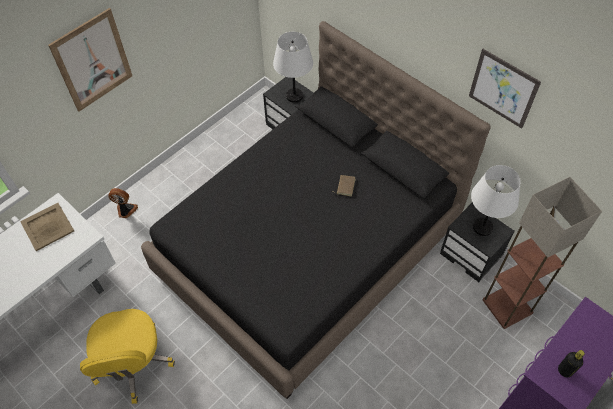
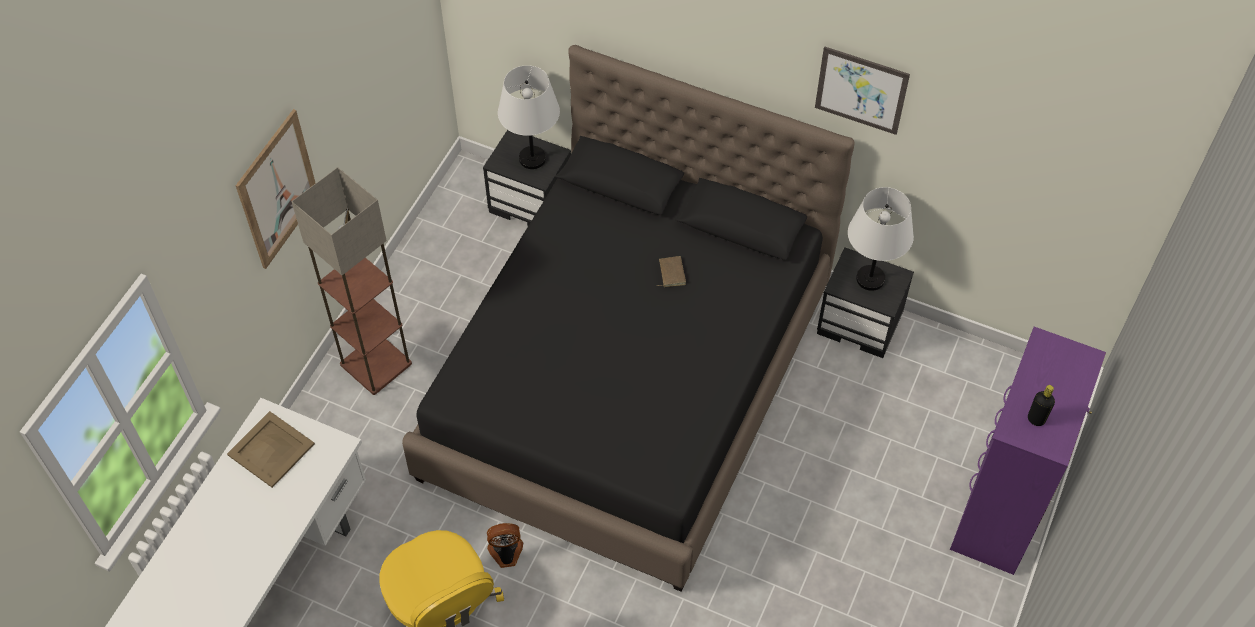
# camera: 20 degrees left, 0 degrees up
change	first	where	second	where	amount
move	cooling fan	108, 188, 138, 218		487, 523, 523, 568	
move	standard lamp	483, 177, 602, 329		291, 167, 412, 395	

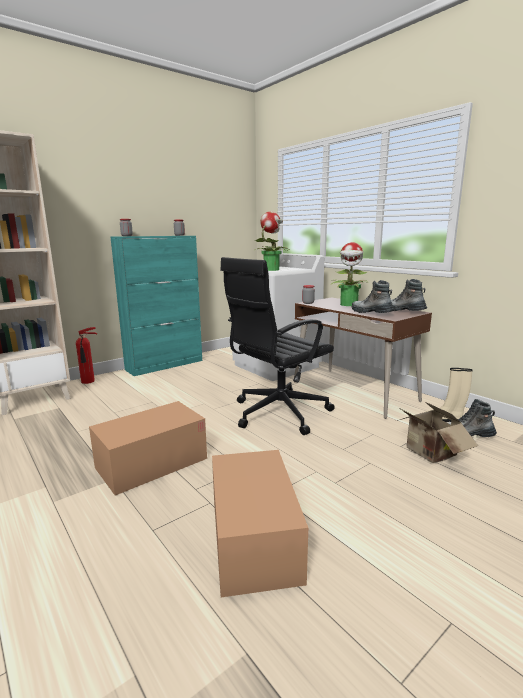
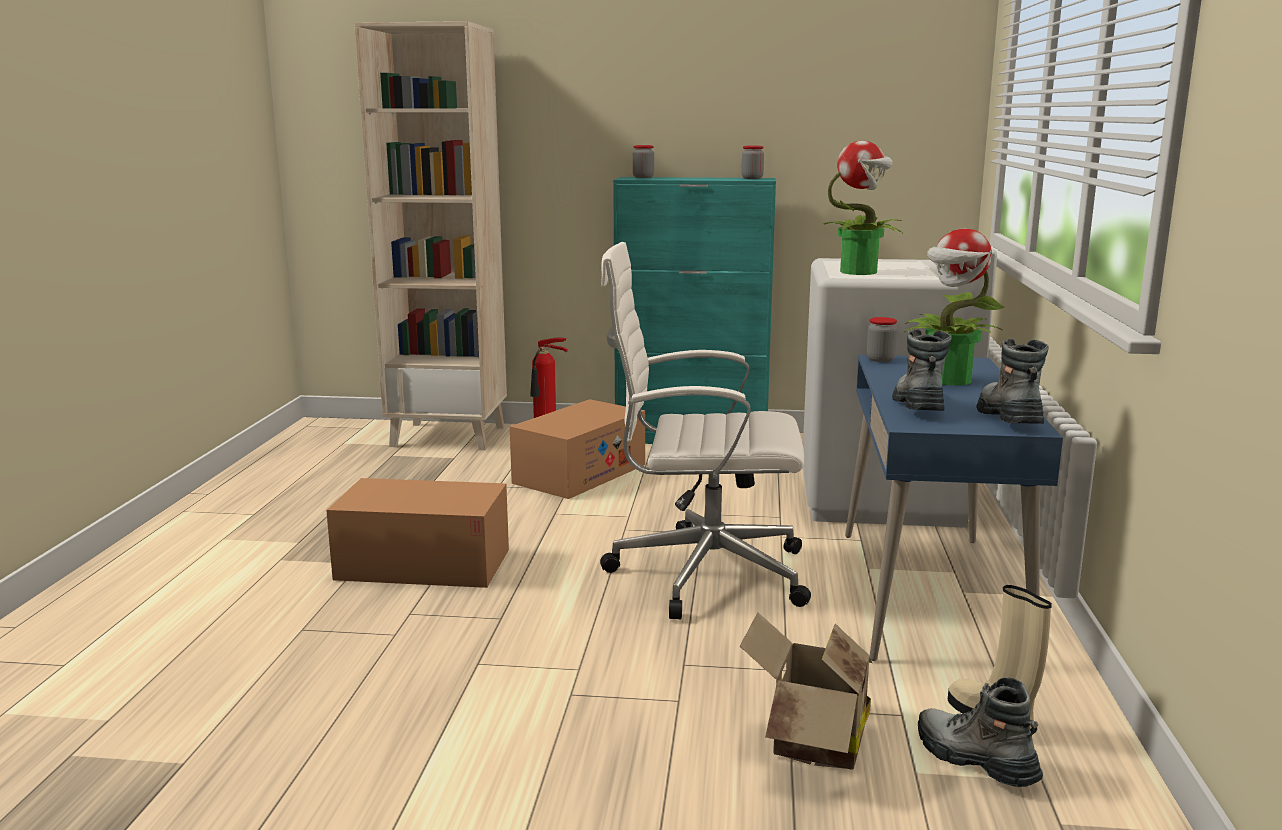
# camera: 45 degrees right, 0 degrees up
change	first	where	second	where	amount
move	cardboard box	212, 450, 308, 597		510, 399, 645, 499	
recolor	office chair in black	220, 257, 335, 435	office chair in whitish	600, 242, 811, 619	
recolor	desk unit in brown	294, 298, 432, 419	desk unit in blue	845, 355, 1063, 661	

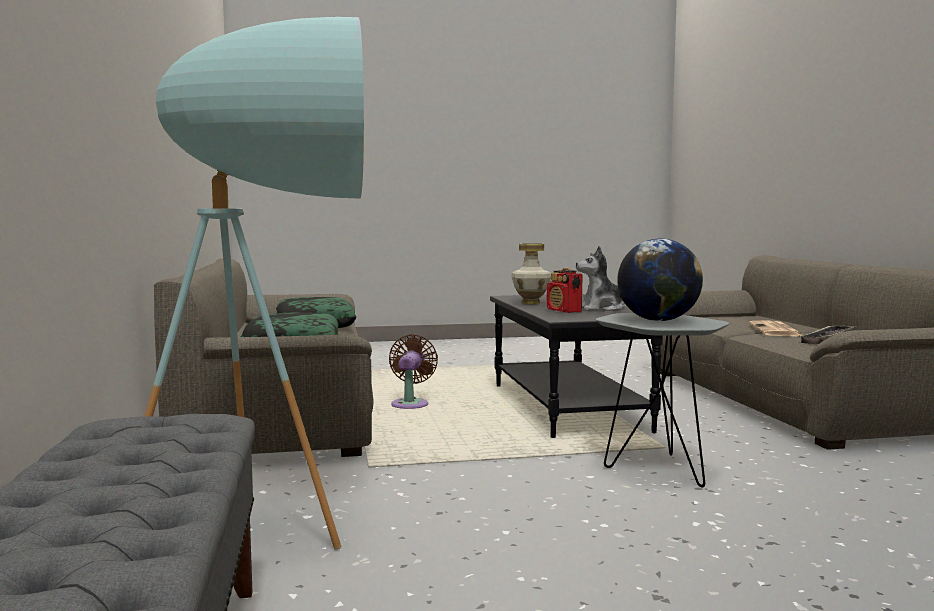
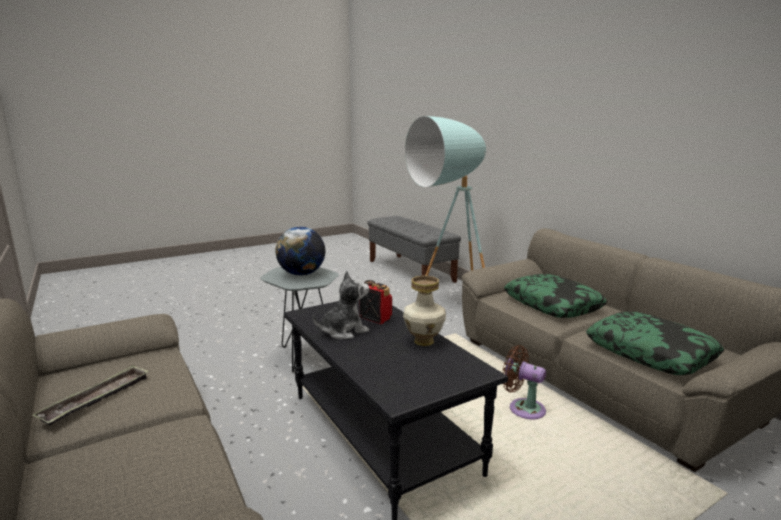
# camera: 160 degrees right, 10 degrees up
change	first	where	second	where	amount
delete	printed paper	749, 321, 802, 337			
rotate	cooling fan in brown	389, 334, 438, 409		503, 345, 546, 419	135 degrees clockwise

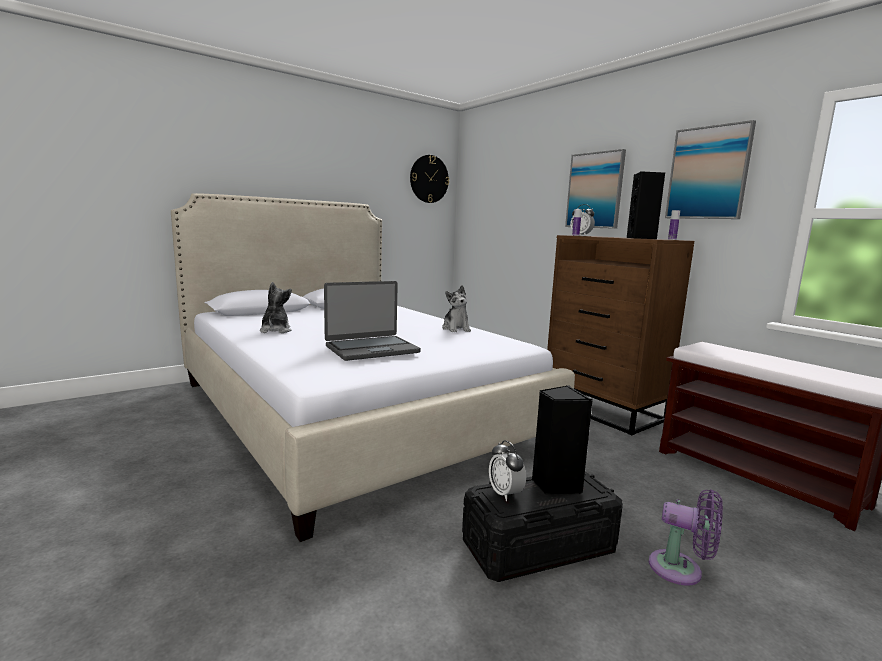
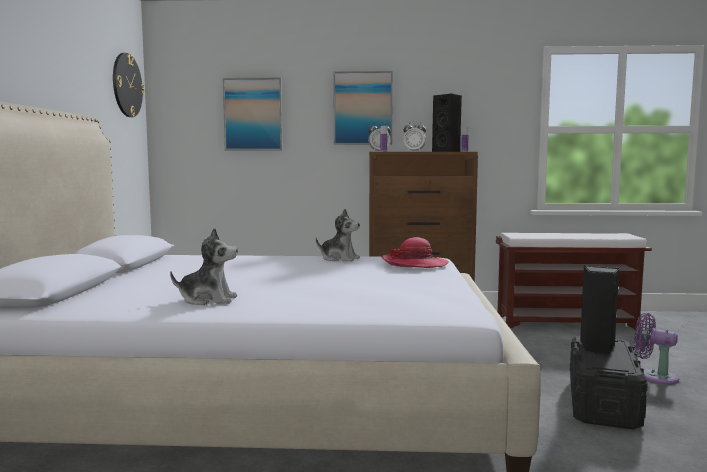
# camera: 50 degrees left, 5 degrees down
change	first	where	second	where	amount
delete	notebook computer	324, 281, 421, 361			
insert			clothing hat	382, 237, 449, 268	
move	table clock	489, 440, 526, 501		403, 121, 426, 152	
move	wall art	665, 120, 756, 219		223, 78, 283, 150	
rotate	soft toy	260, 282, 292, 333		170, 228, 238, 305	150 degrees clockwise
rotate	cooling fan in purplish	649, 490, 723, 586		634, 313, 679, 385	120 degrees counterclockwise

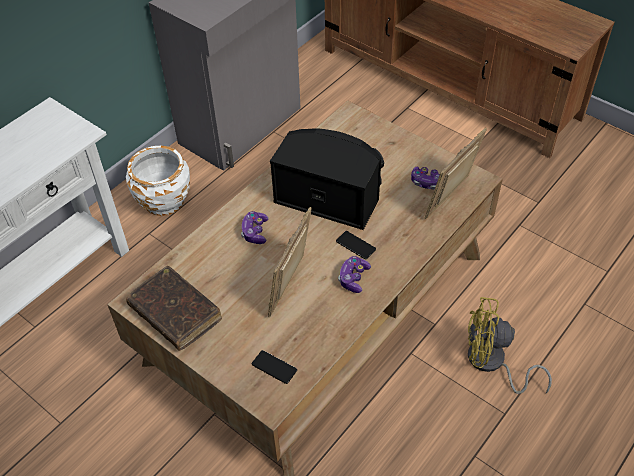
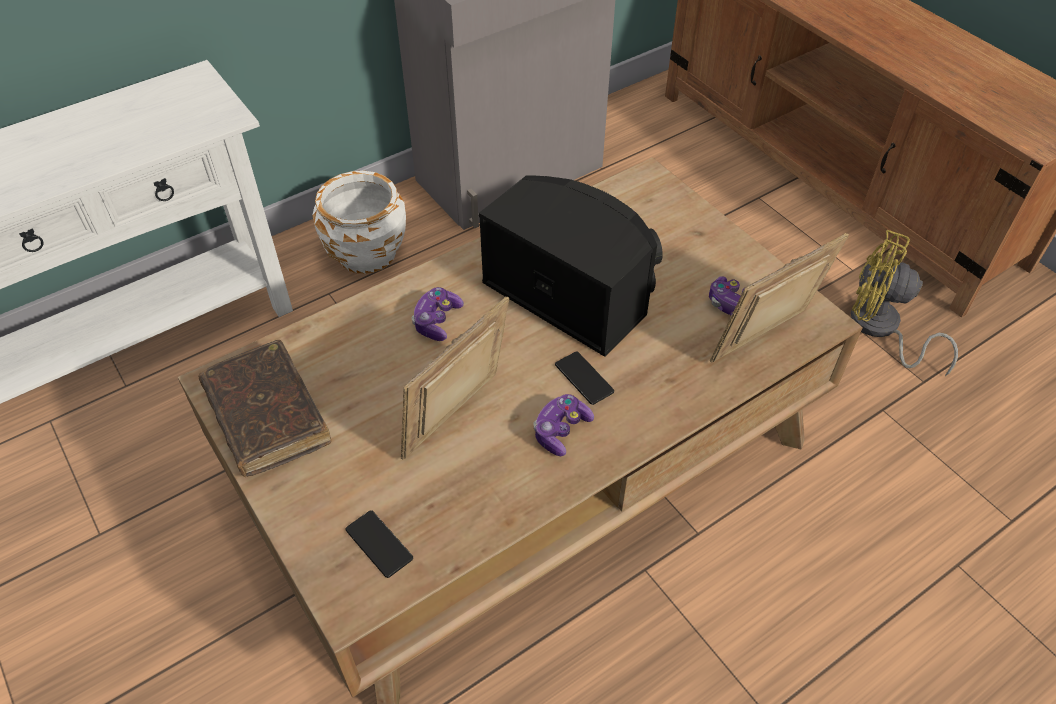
# camera: 15 degrees right, 0 degrees up
change	first	where	second	where	amount
move	cooling fan in yellow	468, 297, 552, 394		851, 230, 958, 376	

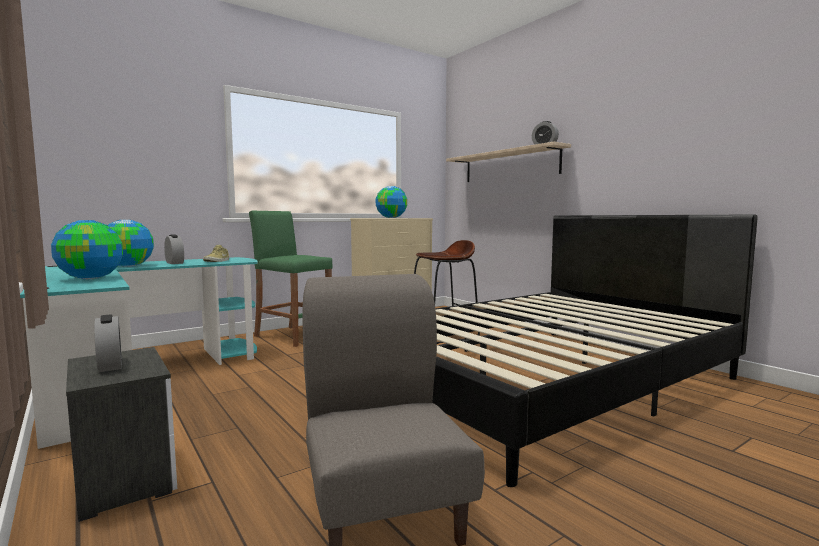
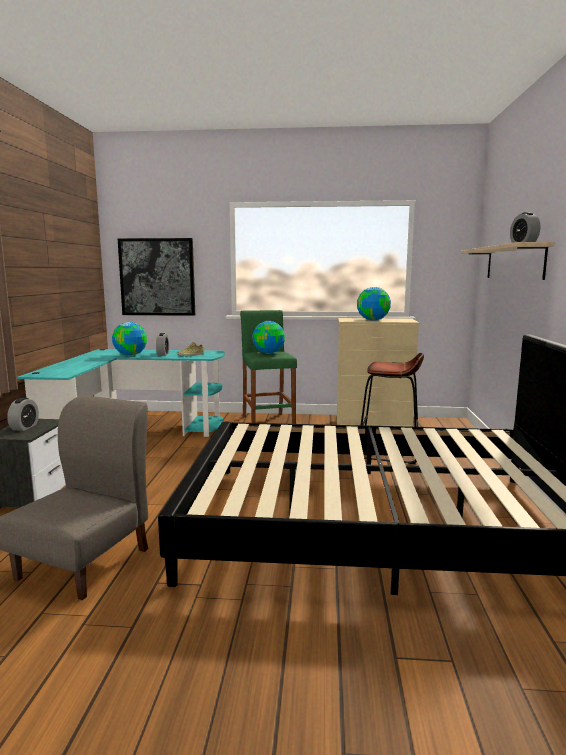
# camera: 40 degrees right, 5 degrees up
change	first	where	second	where	amount
insert			wall art	118, 238, 195, 316	
move	globe	51, 220, 123, 280		253, 321, 285, 354	

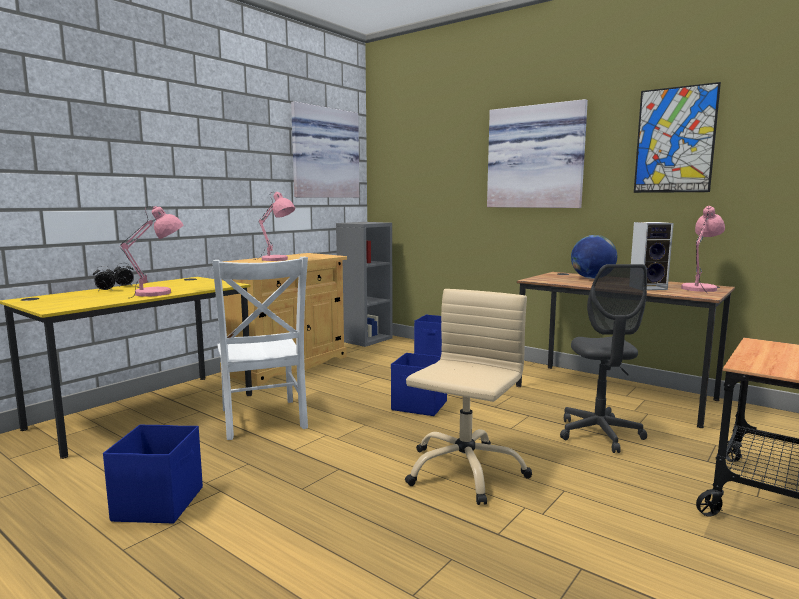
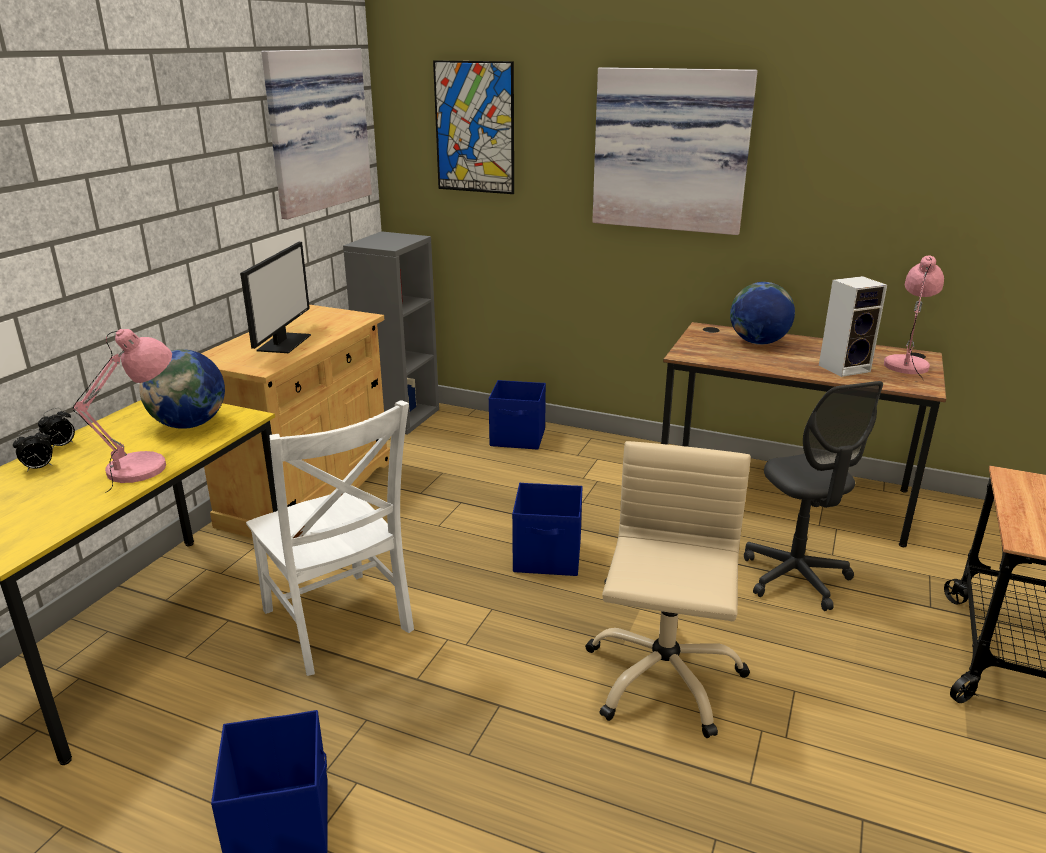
# camera: 15 degrees left, 15 degrees up
change	first	where	second	where	amount
insert			globe	139, 349, 225, 429	
move	wall art	634, 82, 721, 193		433, 60, 514, 194	
replace	table lamp in pink-coloured	253, 192, 295, 261	computer display	240, 242, 311, 353	

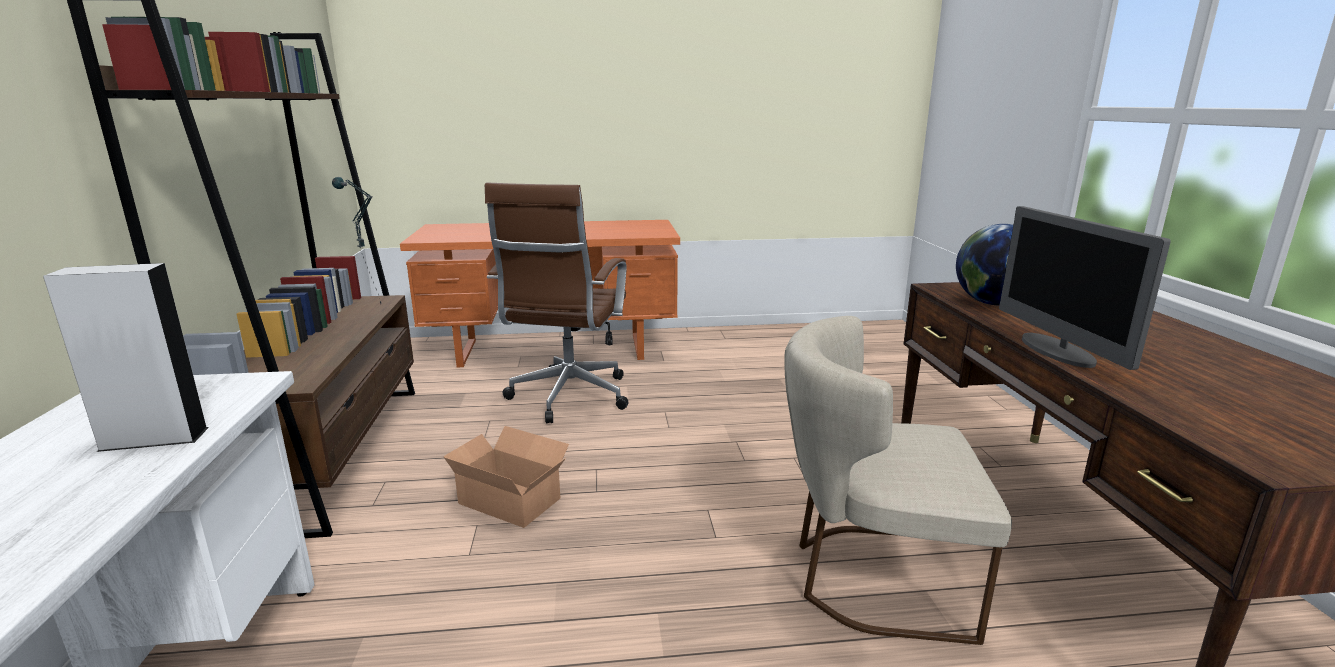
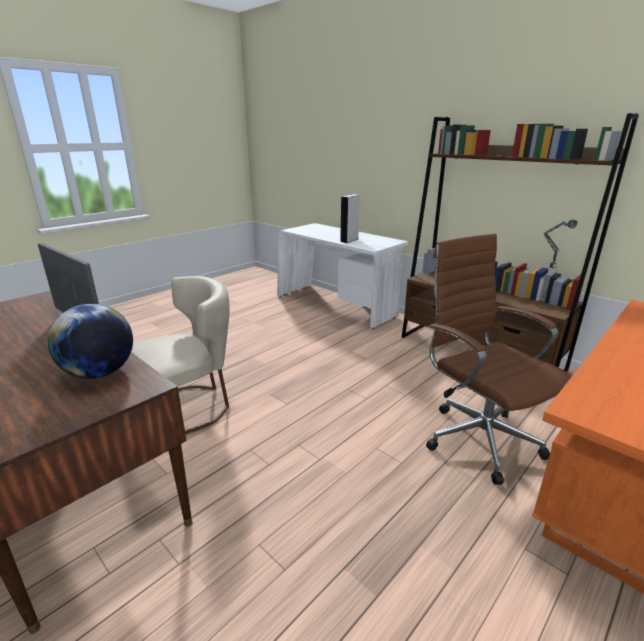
# camera: 140 degrees right, 5 degrees up
change	first	where	second	where	amount
delete	cardboard box	444, 426, 569, 528			

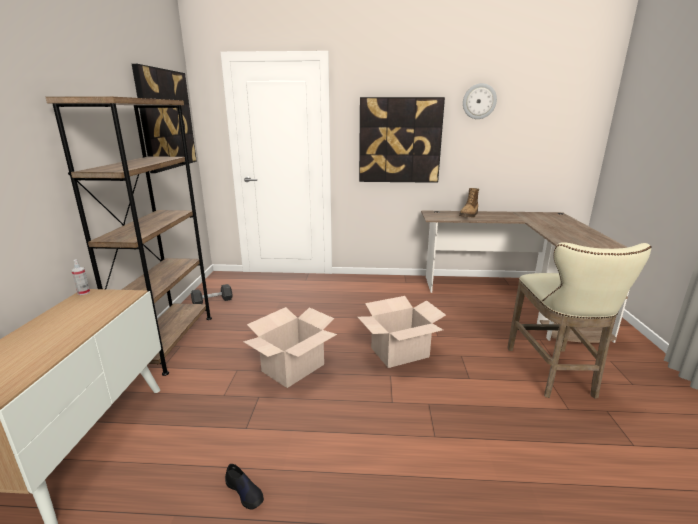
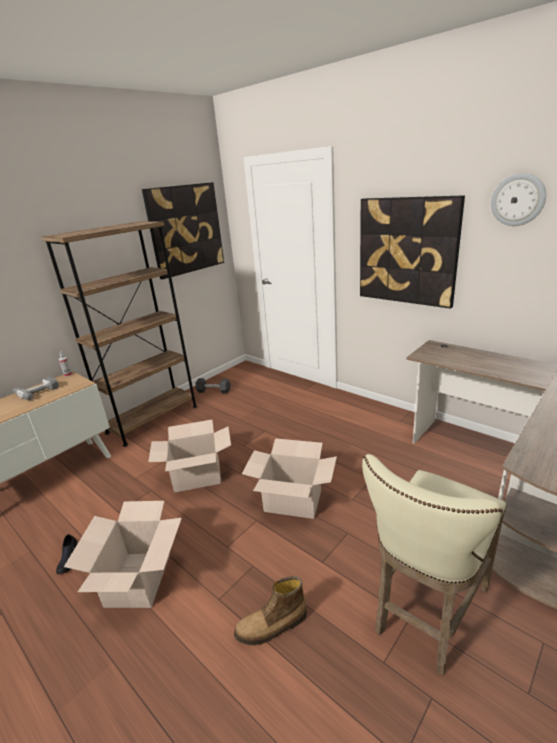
# camera: 40 degrees right, 5 degrees up
change	first	where	second	where	amount
insert			drill	13, 377, 59, 400	
insert			cardboard box	64, 501, 182, 608	
move	boot	459, 188, 479, 218		234, 576, 307, 645	

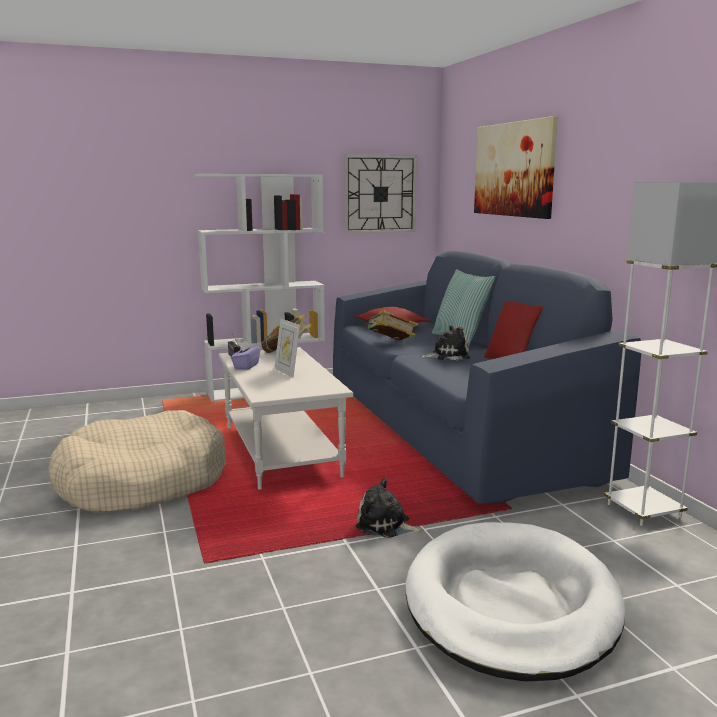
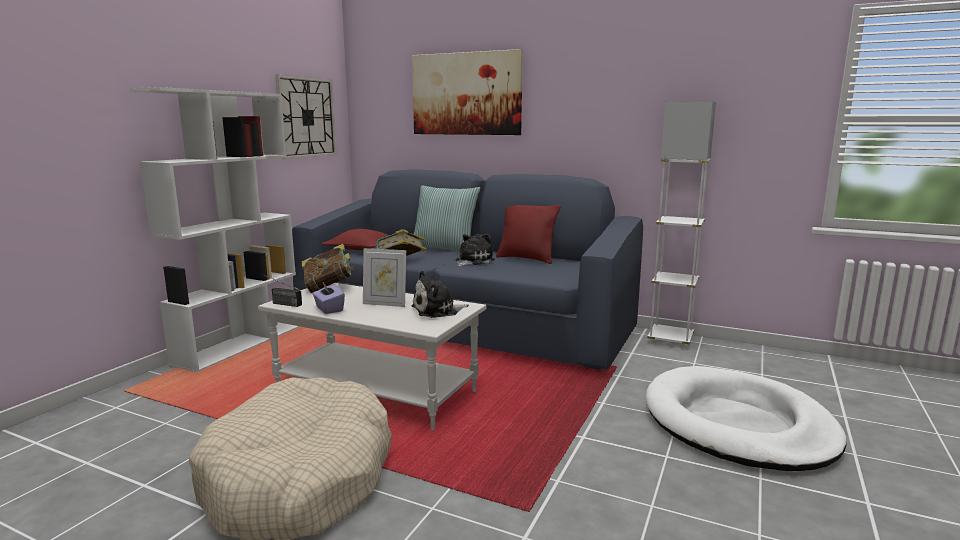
# camera: 45 degrees left, 0 degrees up
change	first	where	second	where	amount
move	soft toy	356, 478, 424, 538		411, 270, 469, 318	

